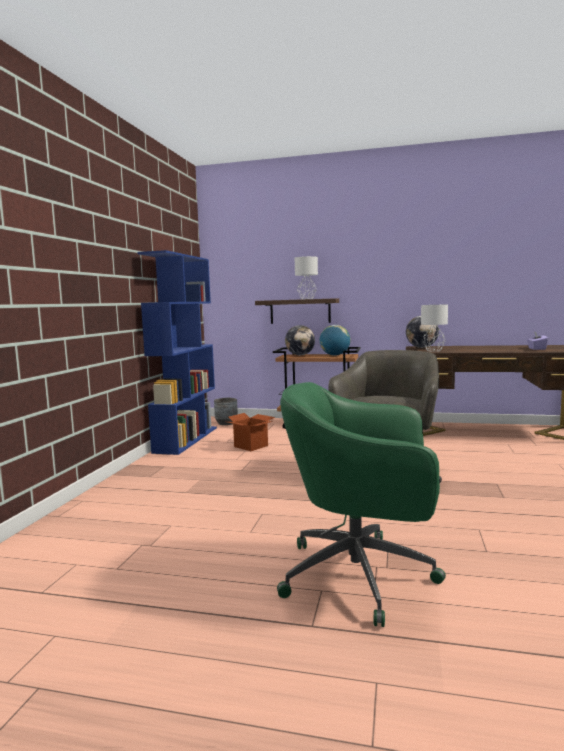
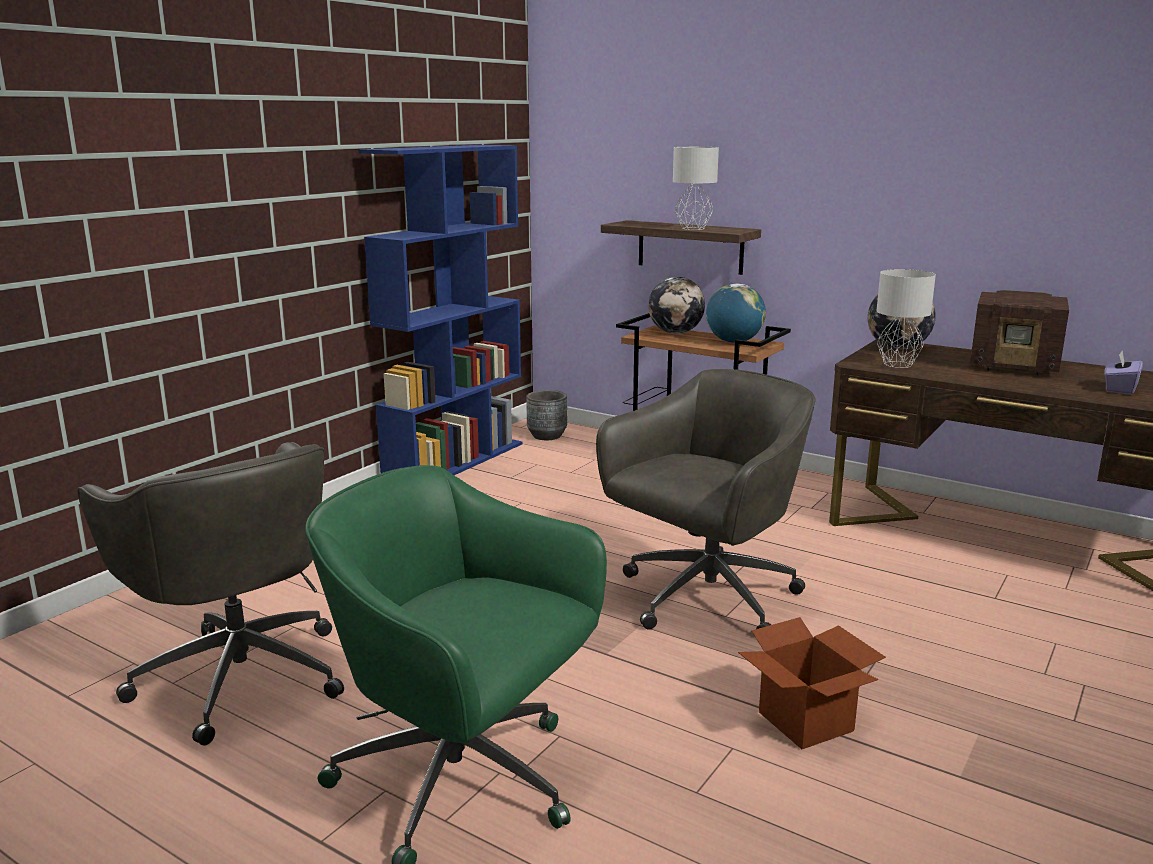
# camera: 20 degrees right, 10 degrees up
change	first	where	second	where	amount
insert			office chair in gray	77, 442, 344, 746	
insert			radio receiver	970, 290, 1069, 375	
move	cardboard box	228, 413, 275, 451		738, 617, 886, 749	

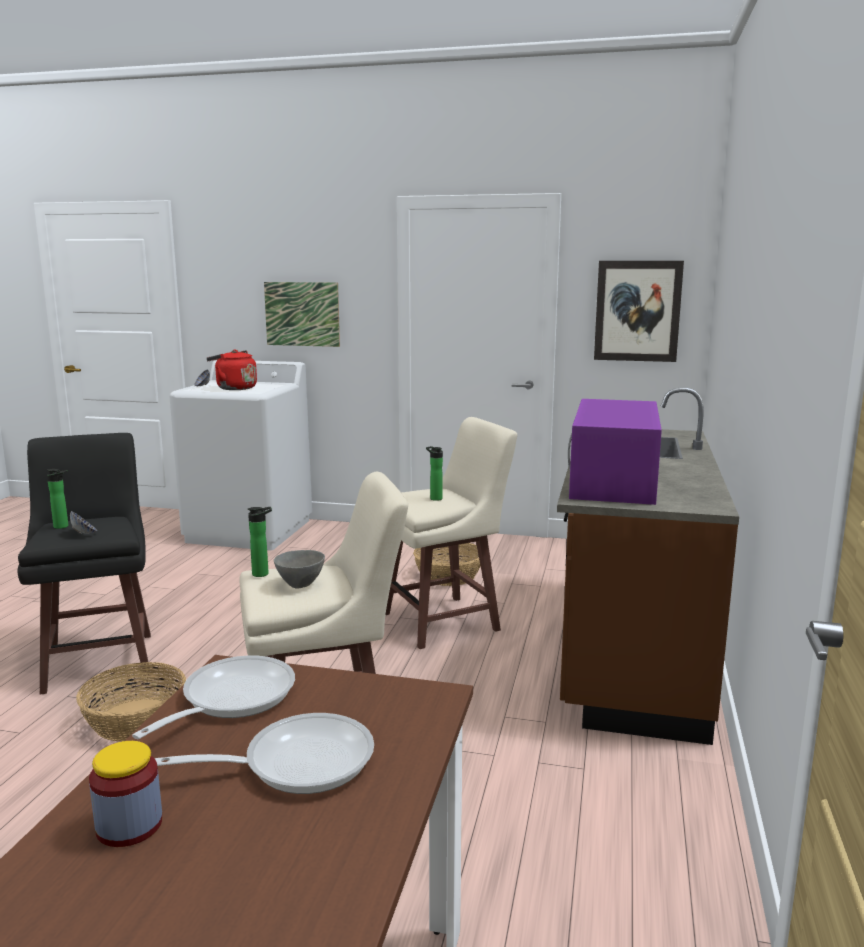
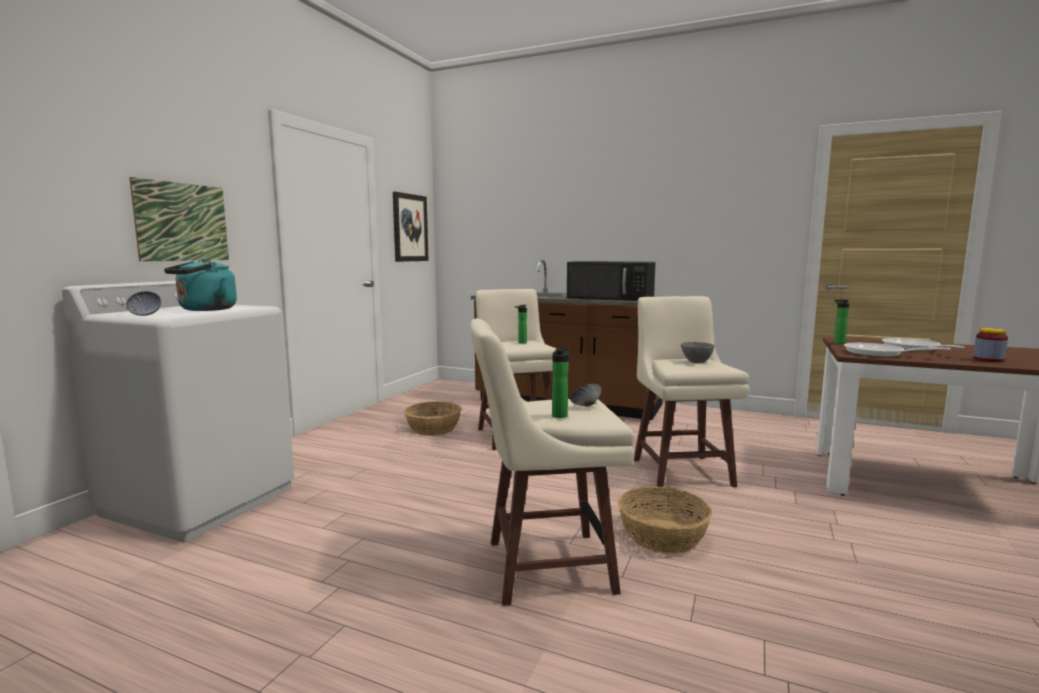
# camera: 80 degrees left, 5 degrees down
change	first	where	second	where	amount
move	bottle	248, 507, 272, 577		834, 299, 850, 344	
recolor	sitting stool in black	17, 433, 151, 695	sitting stool in beige-coloured	470, 319, 634, 606	
recolor	tea kettle in reddish	207, 350, 257, 390	tea kettle in turquoise-coloured	164, 258, 237, 311	
recolor	microwave oven in purplish	568, 399, 662, 505	microwave oven in black	567, 261, 655, 301	

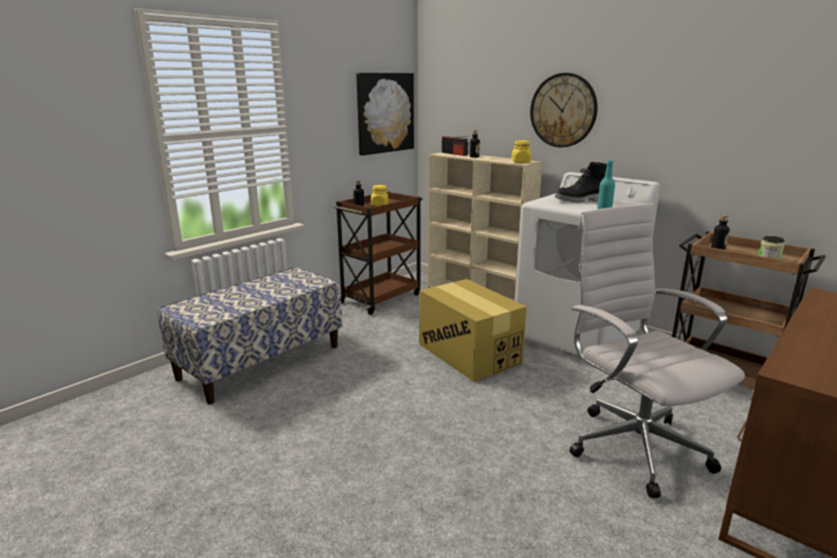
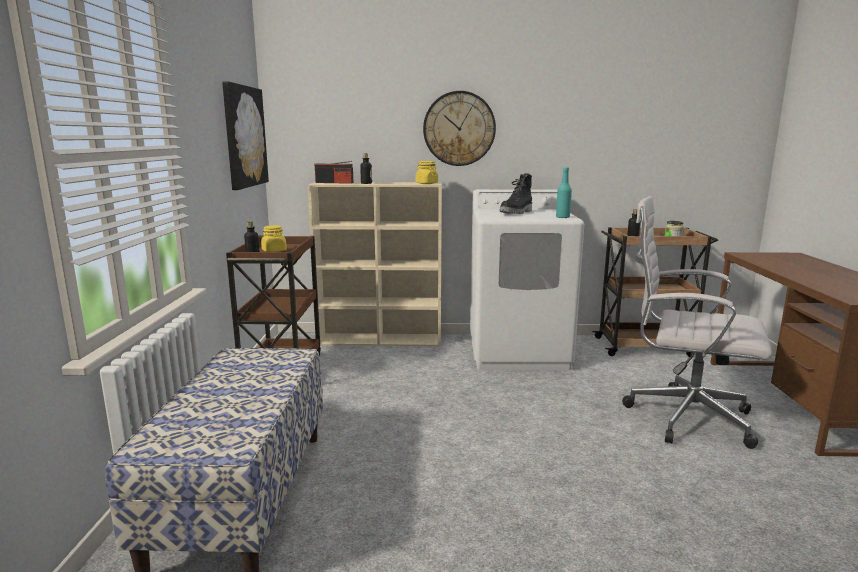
# camera: 40 degrees left, 5 degrees down
change	first	where	second	where	amount
delete	cardboard box	419, 279, 527, 382			

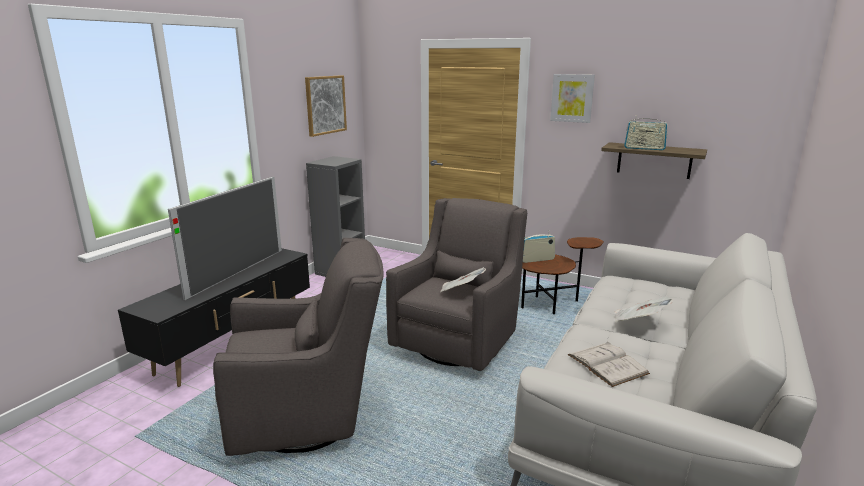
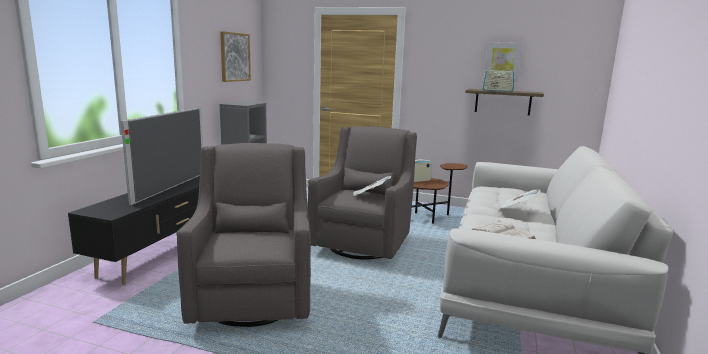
# camera: 10 degrees left, 5 degrees down
change	first	where	second	where	amount
move	wall art	550, 74, 595, 123		484, 42, 522, 82	
rotate	armchair in gray	213, 238, 383, 456		176, 143, 311, 327	75 degrees counterclockwise

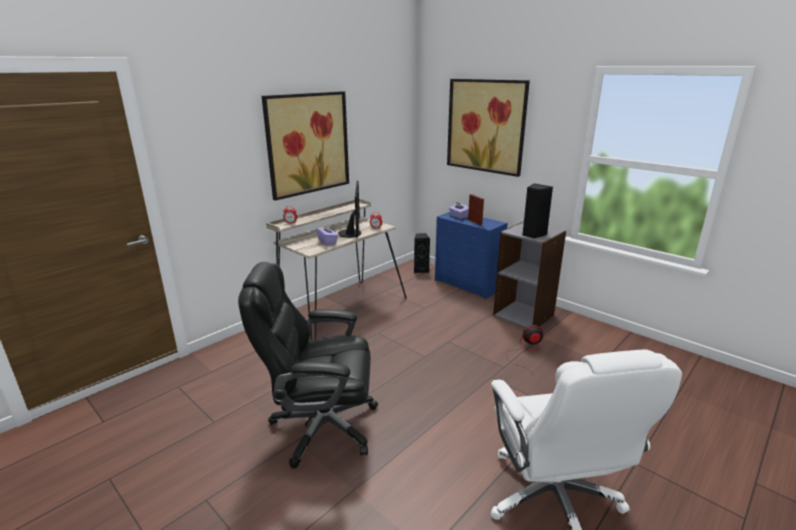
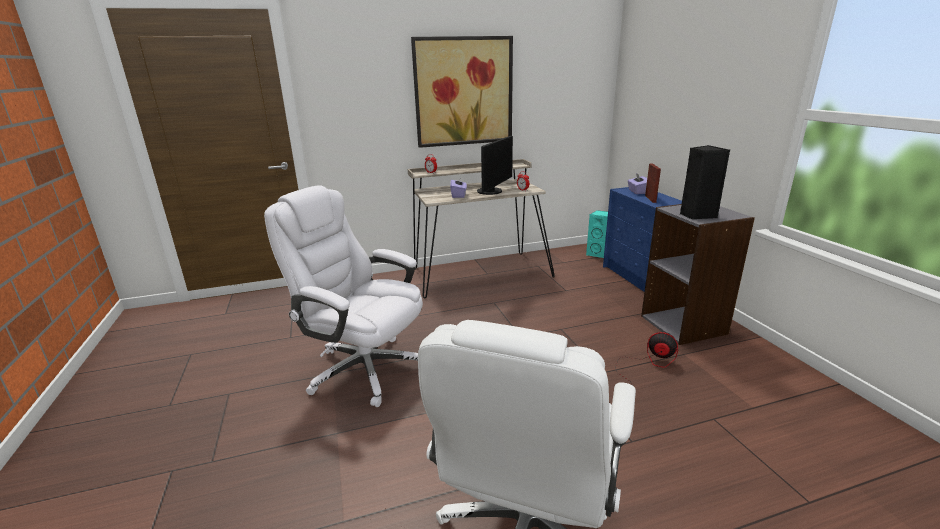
# camera: 30 degrees right, 0 degrees up
change	first	where	second	where	amount
delete	wall art	447, 79, 530, 177			
recolor	office chair in black	238, 262, 378, 468	office chair in whitish	264, 185, 423, 407	
recolor	speaker in black	414, 234, 430, 273	speaker in turquoise-coloured	586, 210, 608, 258	

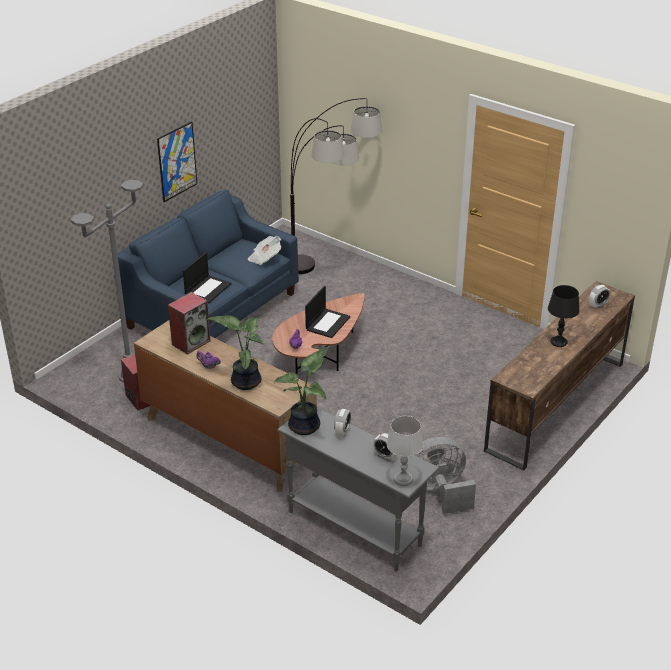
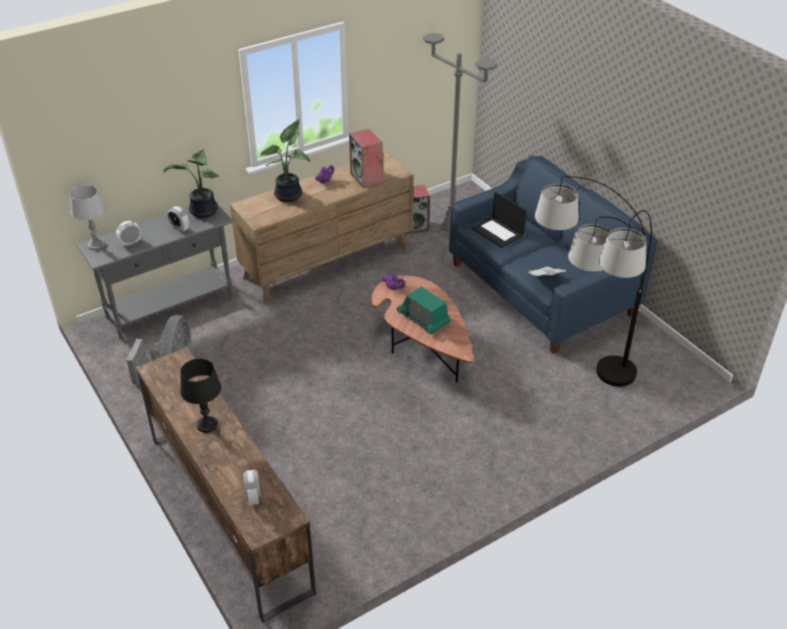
# camera: 110 degrees right, 5 degrees up
change	first	where	second	where	amount
delete	wall art	157, 121, 197, 202			
replace	notebook computer	305, 286, 350, 338	radio receiver	397, 286, 451, 334	

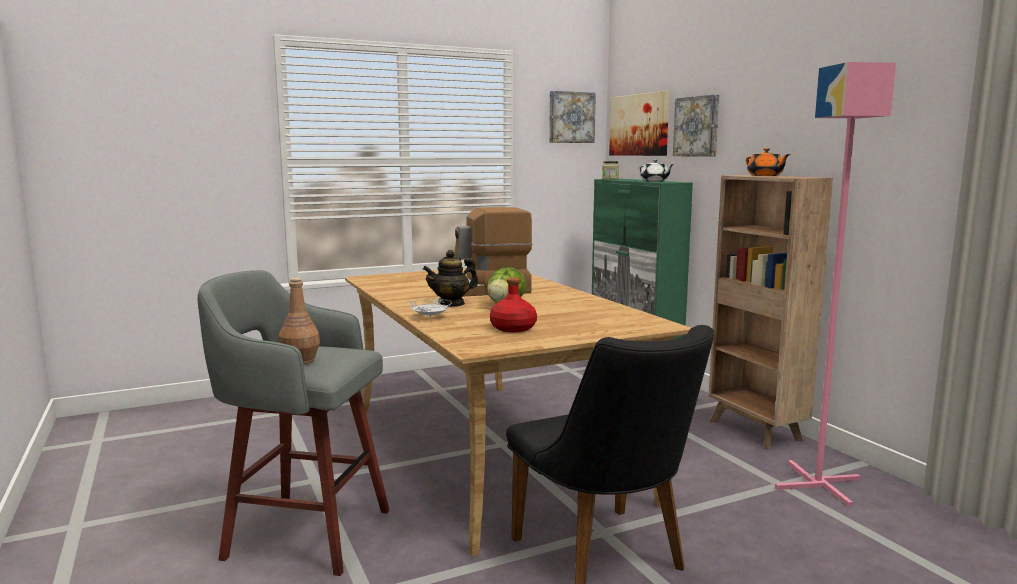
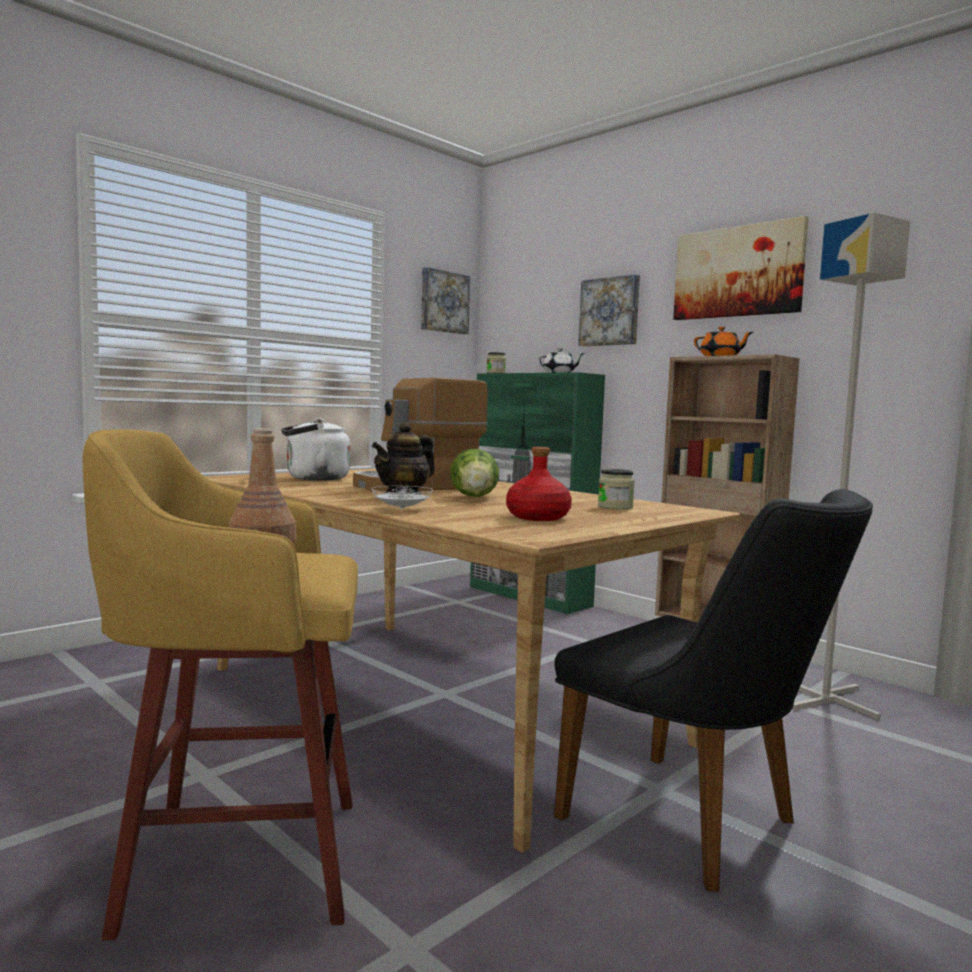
# camera: 20 degrees left, 5 degrees down
change	first	where	second	where	amount
insert			tea kettle in whitish	281, 418, 350, 481	
insert			preserve jar	598, 469, 635, 510	
move	wall art	609, 91, 670, 156		673, 216, 809, 320	
recolor	sitting stool in gray	198, 270, 389, 576	sitting stool in yellow	83, 429, 358, 941	
recolor	standard lamp in pink-coloured	775, 62, 896, 507	standard lamp in gray	792, 213, 910, 720	

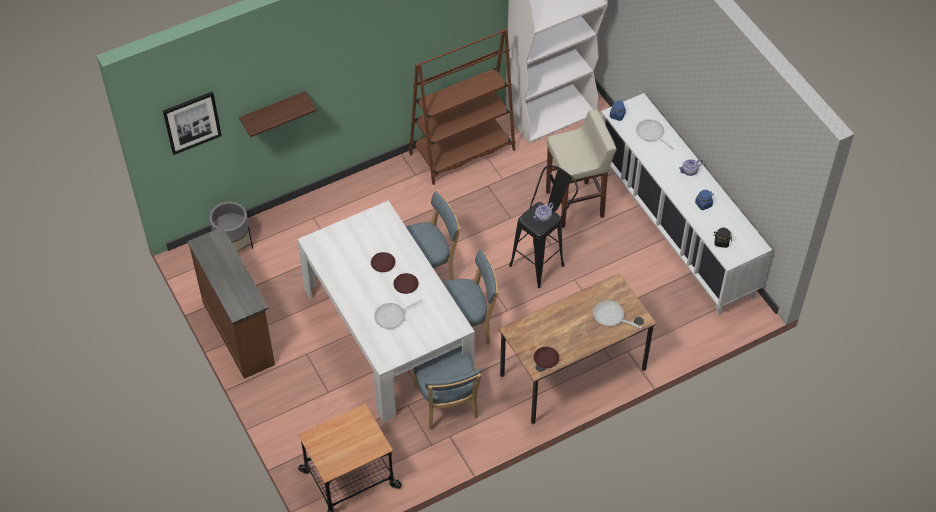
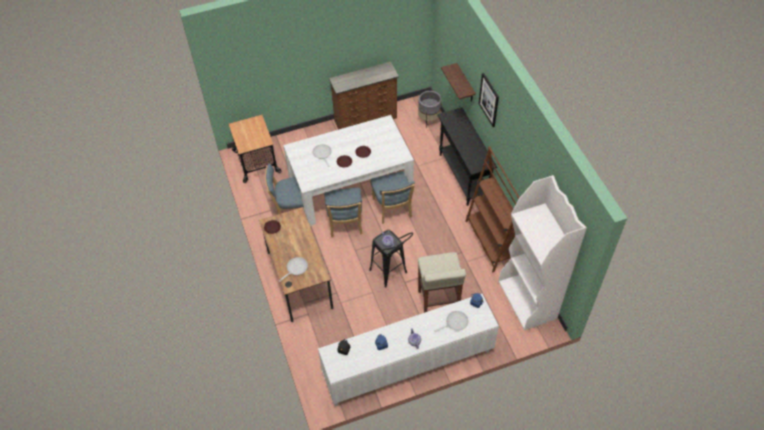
# camera: 100 degrees right, 0 degrees up
change	first	where	second	where	amount
insert			narrow table in black	437, 107, 497, 206	
move	wall art	163, 92, 222, 155		479, 73, 499, 127	

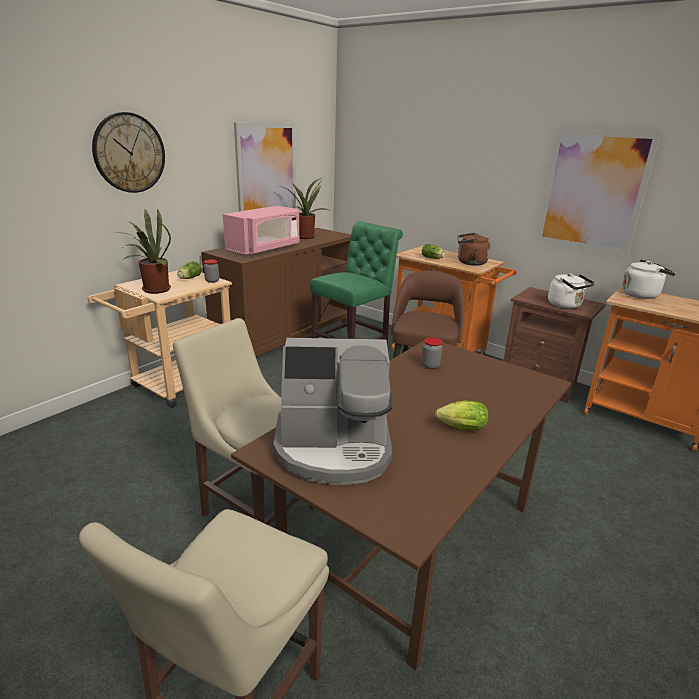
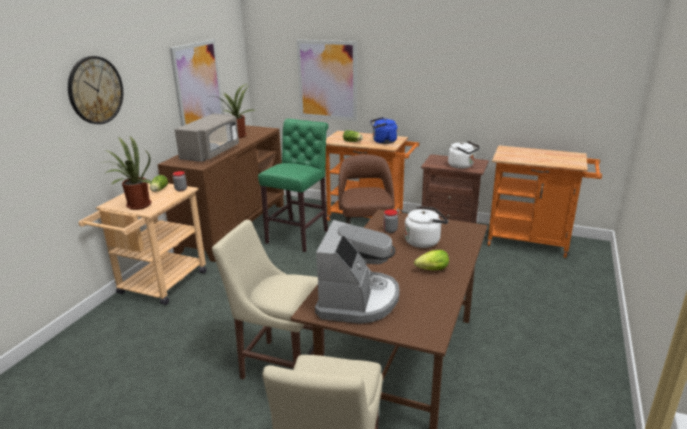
# camera: 15 degrees left, 0 degrees up
change	first	where	second	where	amount
move	wall art	537, 129, 661, 255		297, 40, 357, 121	
move	tea kettle in whitish	622, 259, 676, 299		404, 206, 449, 248	
recolor	microwave oven in pink-coloured	223, 206, 299, 255	microwave oven in gray	175, 113, 239, 162	
recolor	tea kettle in brown	458, 233, 490, 266	tea kettle in blue	370, 117, 397, 144	
rotate	coffee brewer	273, 338, 393, 485		315, 220, 400, 324	60 degrees counterclockwise

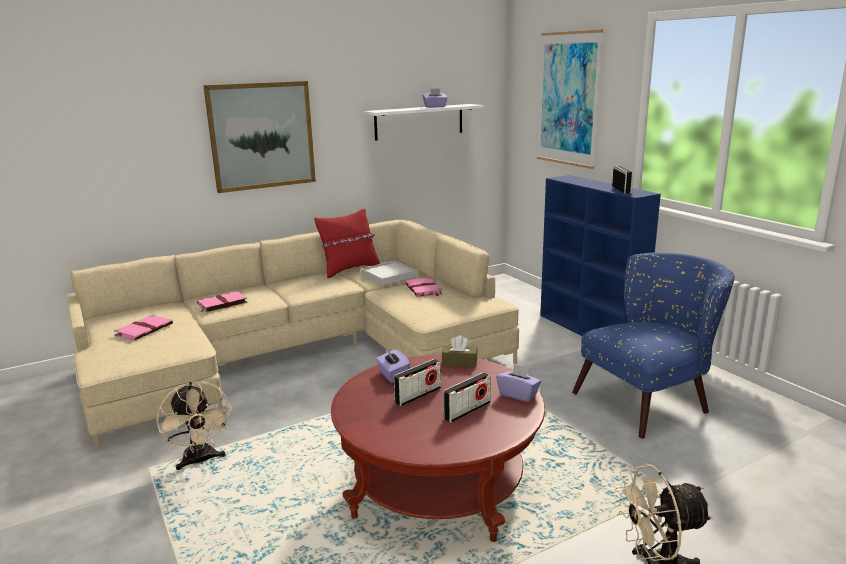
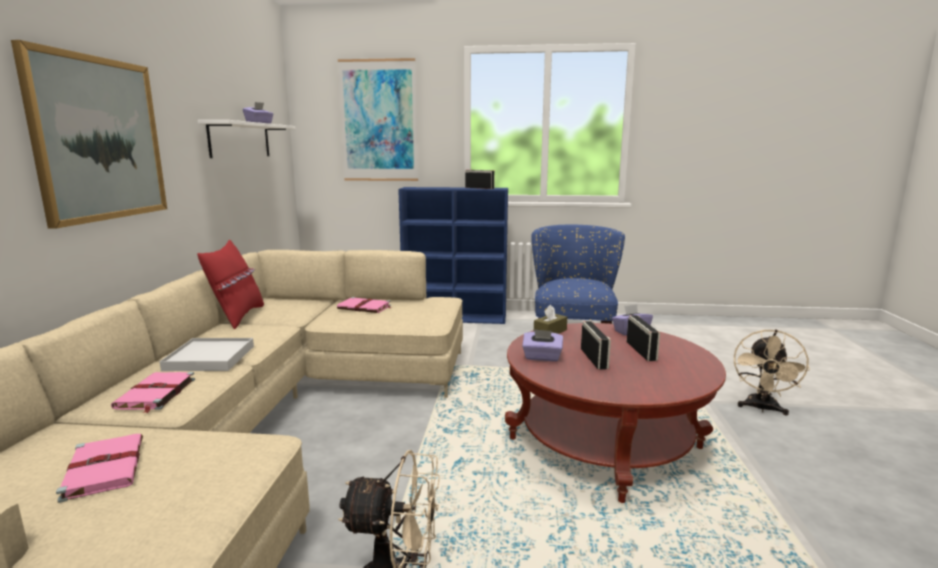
# camera: 55 degrees left, 5 degrees down
change	first	where	second	where	amount
move	carrying tray in whitish	361, 261, 418, 285		159, 338, 254, 371	

